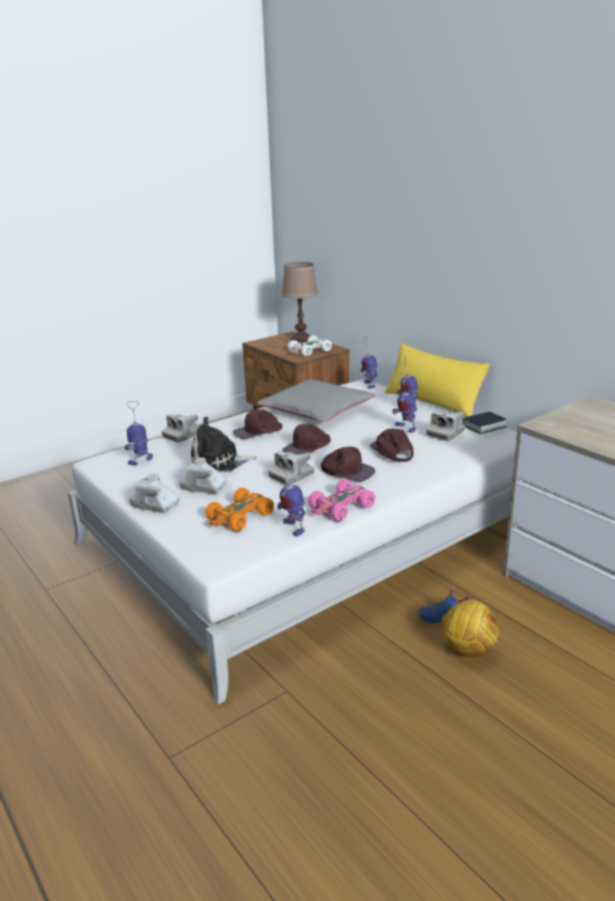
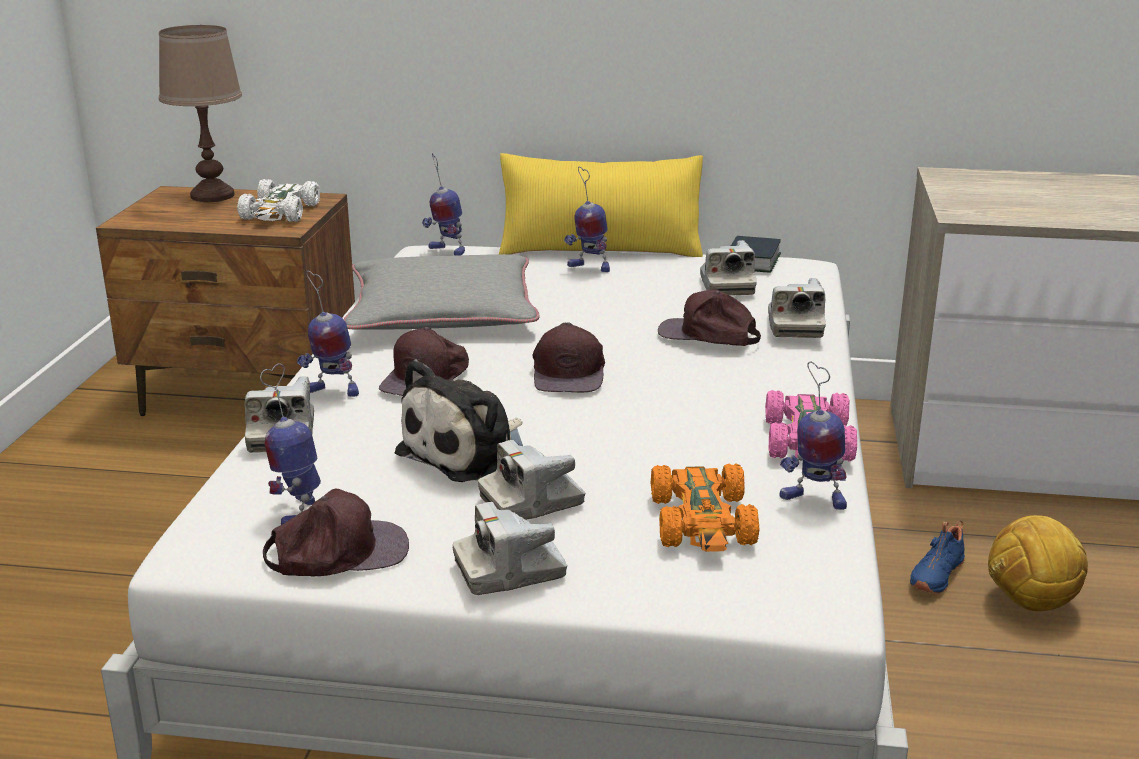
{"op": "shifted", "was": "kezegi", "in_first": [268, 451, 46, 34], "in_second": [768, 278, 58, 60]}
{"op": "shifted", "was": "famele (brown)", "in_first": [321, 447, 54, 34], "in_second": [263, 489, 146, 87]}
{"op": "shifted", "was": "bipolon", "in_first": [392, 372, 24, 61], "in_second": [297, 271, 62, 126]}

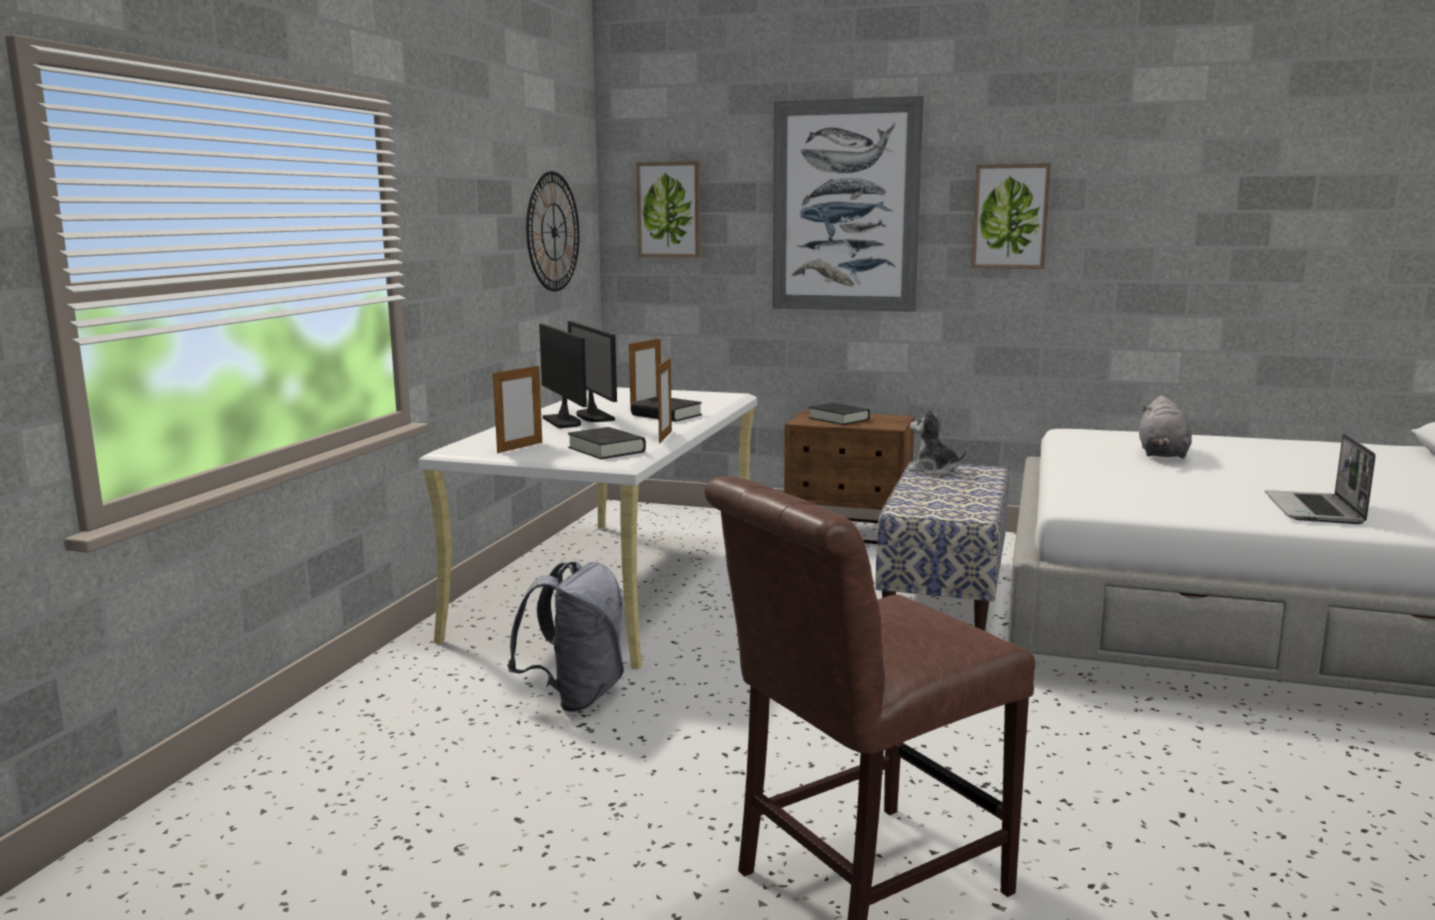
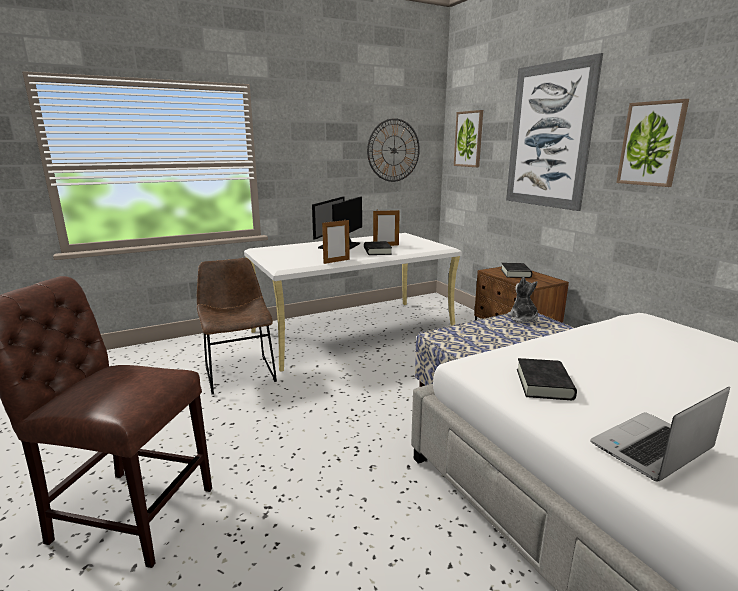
{"op": "gone", "was": "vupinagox", "in_first": [493, 364, 49, 89]}
{"op": "gone", "was": "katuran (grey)", "in_first": [1139, 395, 53, 64]}
{"op": "shifted", "was": "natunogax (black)", "in_first": [568, 427, 78, 32], "in_second": [517, 358, 60, 42]}
{"op": "swapped", "was": "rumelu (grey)", "now": "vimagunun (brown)", "in_first": [507, 561, 117, 151], "in_second": [197, 258, 80, 136]}

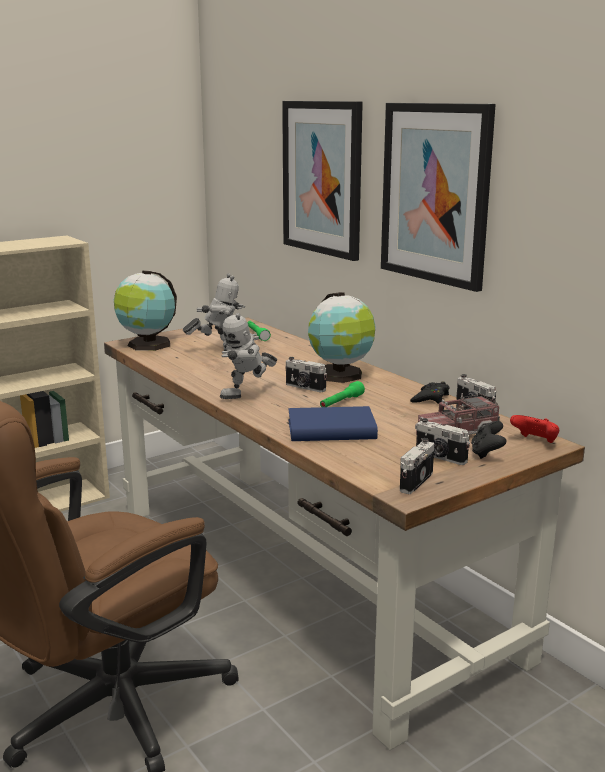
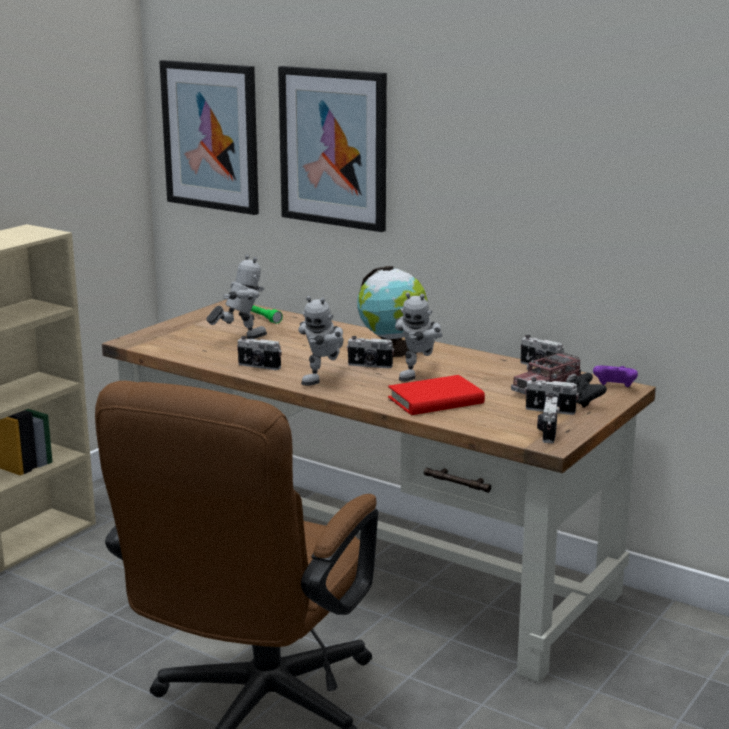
{"op": "gone", "was": "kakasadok", "in_first": [114, 270, 63, 81]}
{"op": "gone", "was": "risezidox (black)", "in_first": [410, 382, 39, 22]}
{"op": "new", "now": "kezegi", "in_second": [237, 336, 45, 34]}
{"op": "shifted", "was": "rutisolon", "in_first": [381, 103, 115, 189], "in_second": [159, 60, 100, 155]}
{"op": "swapped", "was": "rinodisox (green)", "now": "bipolon", "in_first": [320, 381, 45, 26], "in_second": [395, 292, 47, 89]}
{"op": "repainted", "was": "natunogax (blue)", "now": "natunogax (red)", "in_first": [288, 406, 90, 35], "in_second": [388, 375, 97, 40]}
{"op": "repainted", "was": "risezidox (red)", "now": "risezidox (purple)", "in_first": [510, 415, 49, 28], "in_second": [593, 366, 45, 21]}

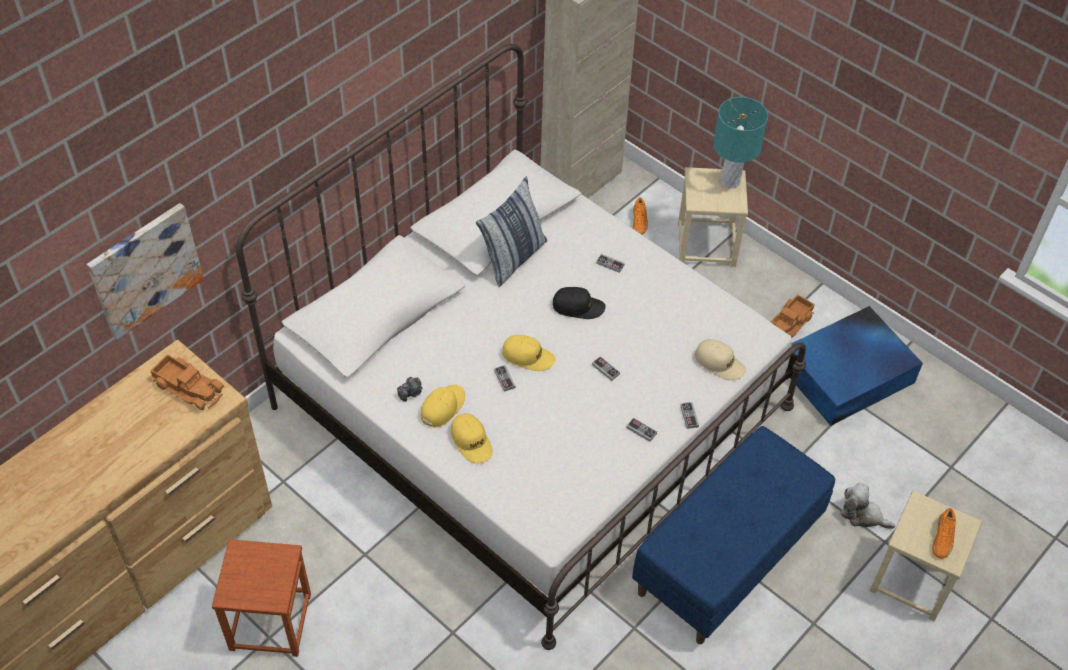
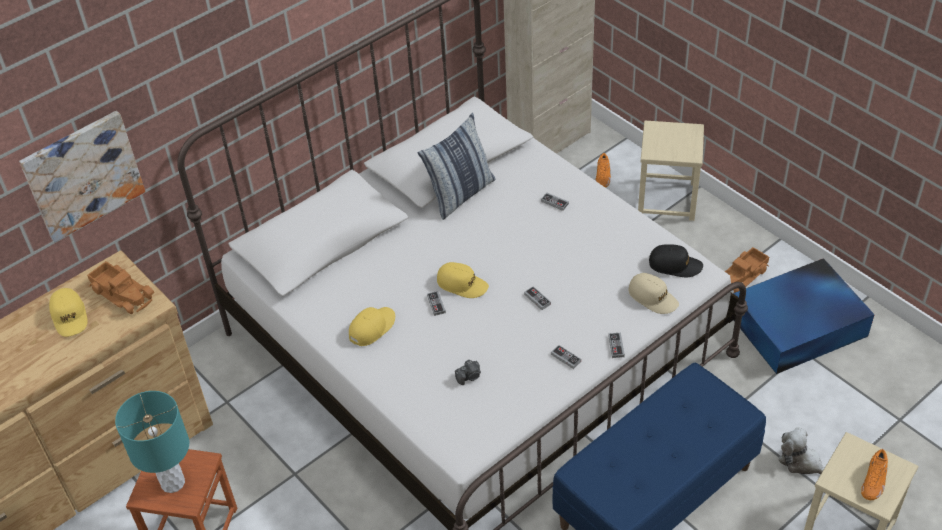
{"op": "shifted", "was": "kezegi", "in_first": [397, 377, 25, 25], "in_second": [455, 360, 26, 25]}
{"op": "shifted", "was": "famele (yellow)", "in_first": [451, 413, 42, 50], "in_second": [49, 288, 39, 49]}
{"op": "shifted", "was": "famele (black)", "in_first": [553, 287, 53, 32], "in_second": [649, 244, 54, 33]}
{"op": "shifted", "was": "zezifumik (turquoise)", "in_first": [713, 97, 55, 91], "in_second": [115, 391, 74, 102]}

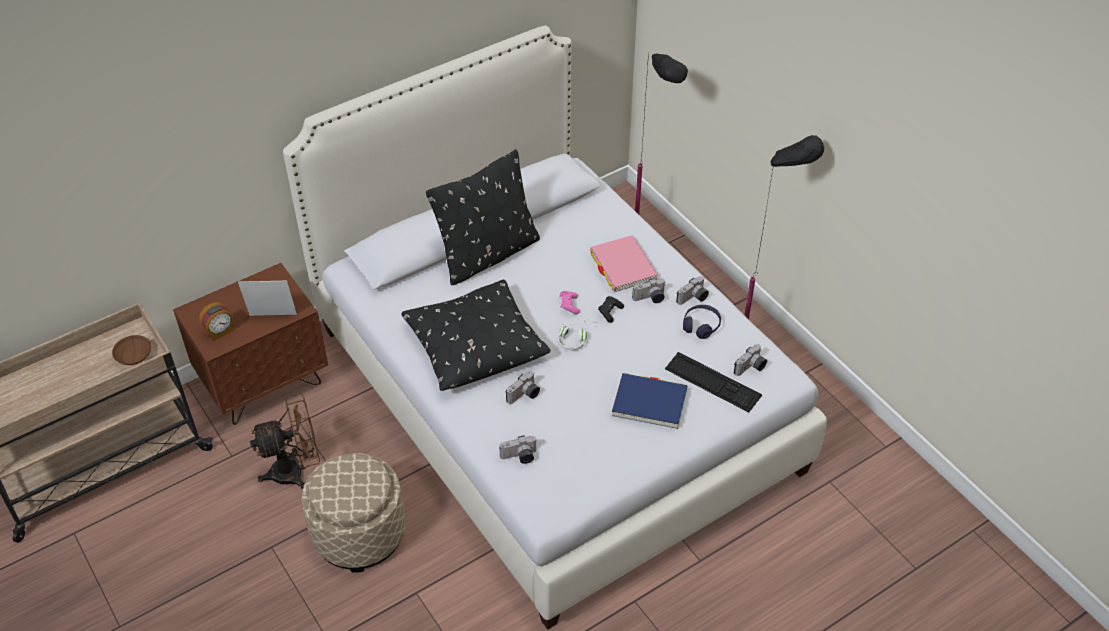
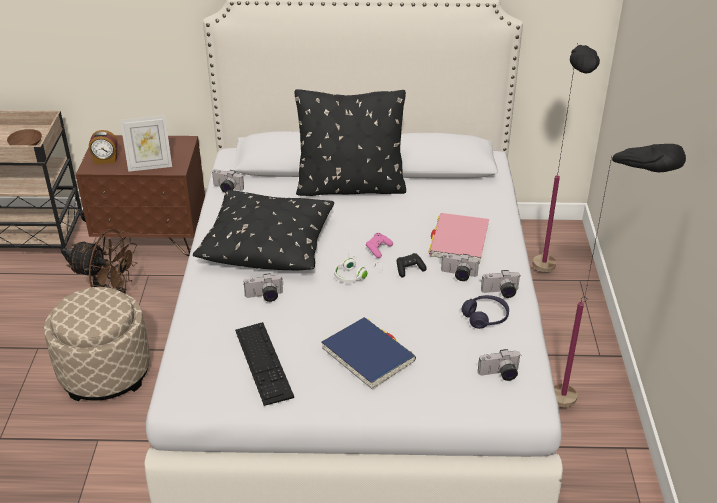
{"op": "shifted", "was": "kezegi", "in_first": [499, 435, 38, 29], "in_second": [212, 169, 32, 24]}
{"op": "shifted", "was": "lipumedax", "in_first": [665, 352, 97, 60], "in_second": [235, 322, 59, 84]}
{"op": "rotated", "was": "vupinagox", "in_first": [238, 281, 59, 35], "in_second": [120, 115, 52, 57], "clockwise": 135}

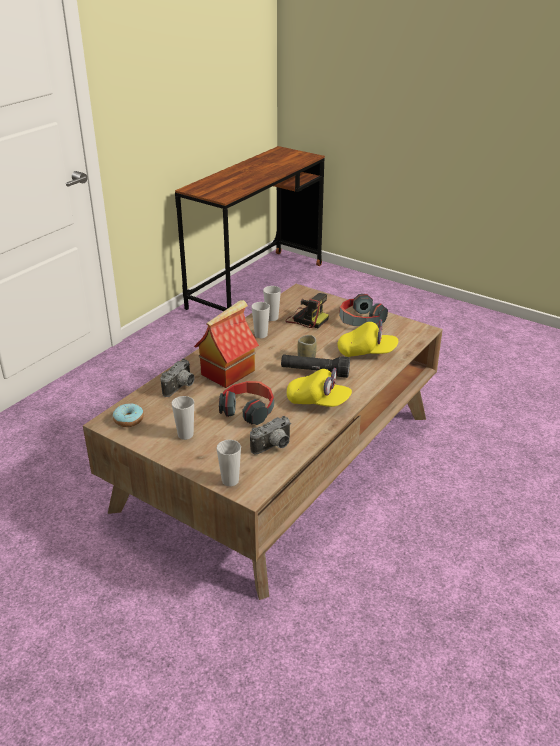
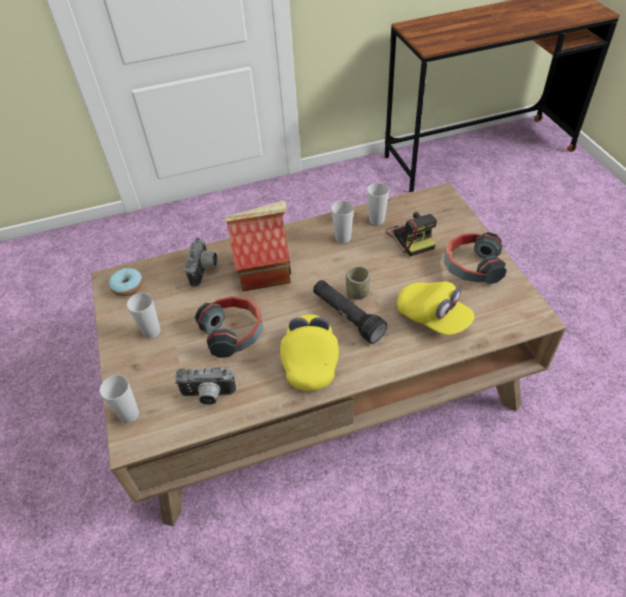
{"op": "rotated", "was": "kezegi", "in_first": [160, 359, 35, 38], "in_second": [185, 238, 32, 49], "clockwise": -60}
{"op": "rotated", "was": "famele (yellow)", "in_first": [287, 368, 65, 39], "in_second": [280, 314, 59, 77], "clockwise": -150}

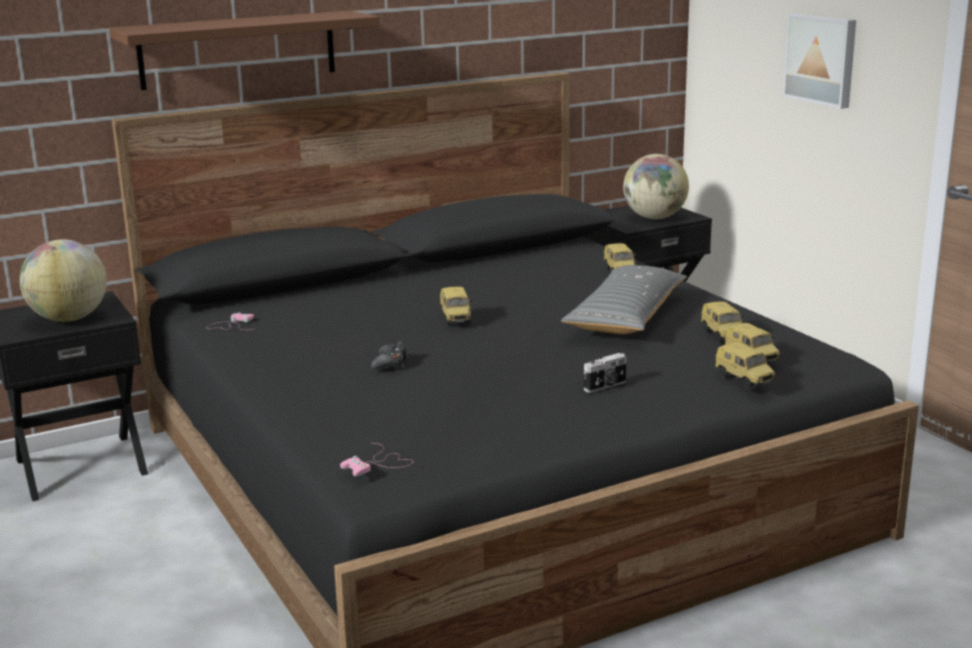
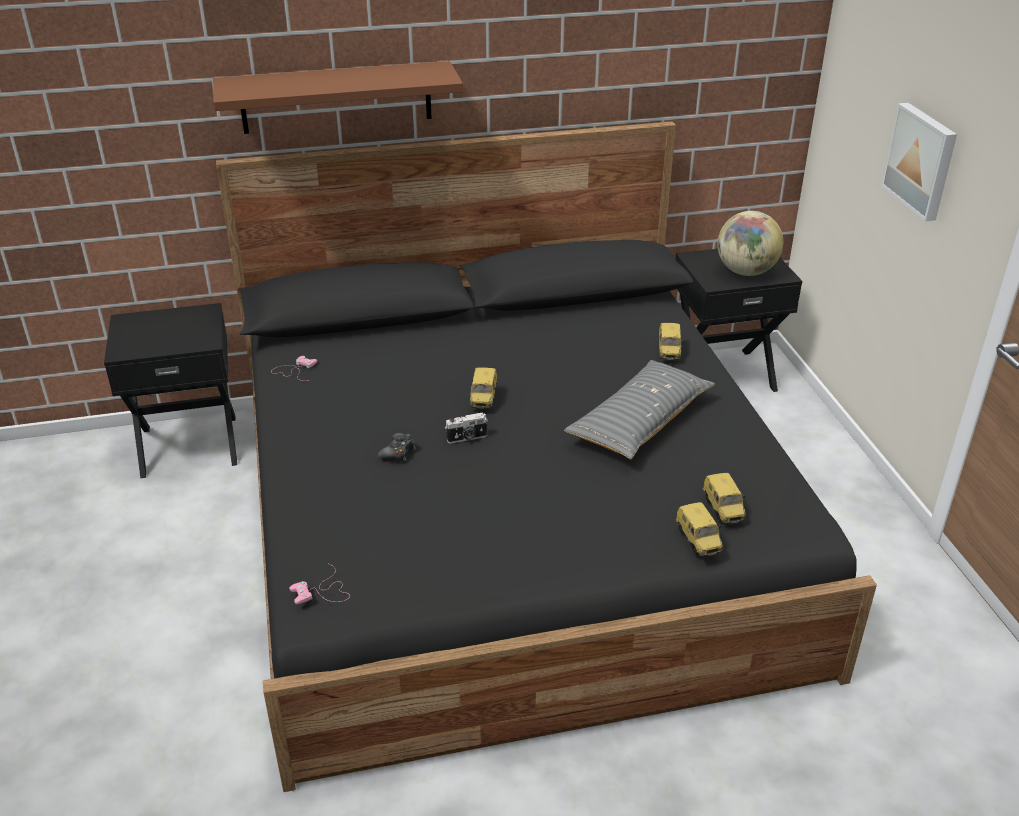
{"op": "gone", "was": "kakasadok", "in_first": [19, 239, 88, 83]}
{"op": "gone", "was": "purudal", "in_first": [700, 301, 43, 42]}
{"op": "shifted", "was": "kezegi", "in_first": [584, 353, 43, 40], "in_second": [445, 413, 43, 30]}

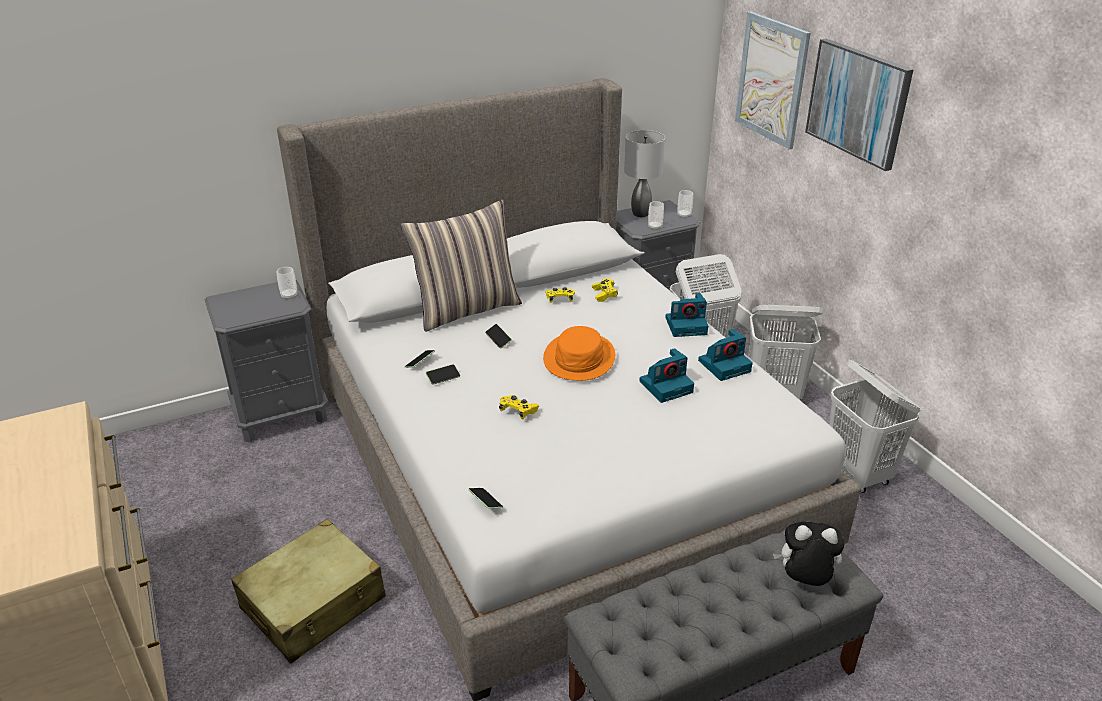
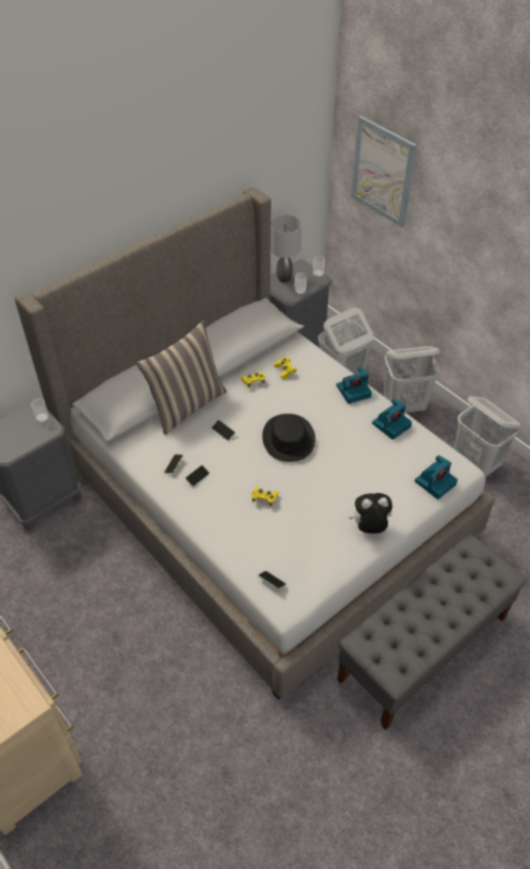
{"op": "gone", "was": "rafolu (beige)", "in_first": [231, 519, 155, 144]}
{"op": "gone", "was": "rutisolon", "in_first": [805, 39, 108, 132]}
{"op": "shifted", "was": "kezegi", "in_first": [639, 348, 55, 55], "in_second": [415, 455, 43, 44]}
{"op": "shifted", "was": "katuran", "in_first": [773, 522, 71, 64], "in_second": [349, 493, 44, 41]}
{"op": "repainted", "was": "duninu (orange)", "now": "duninu (black)", "in_first": [543, 326, 72, 55], "in_second": [262, 414, 53, 48]}

